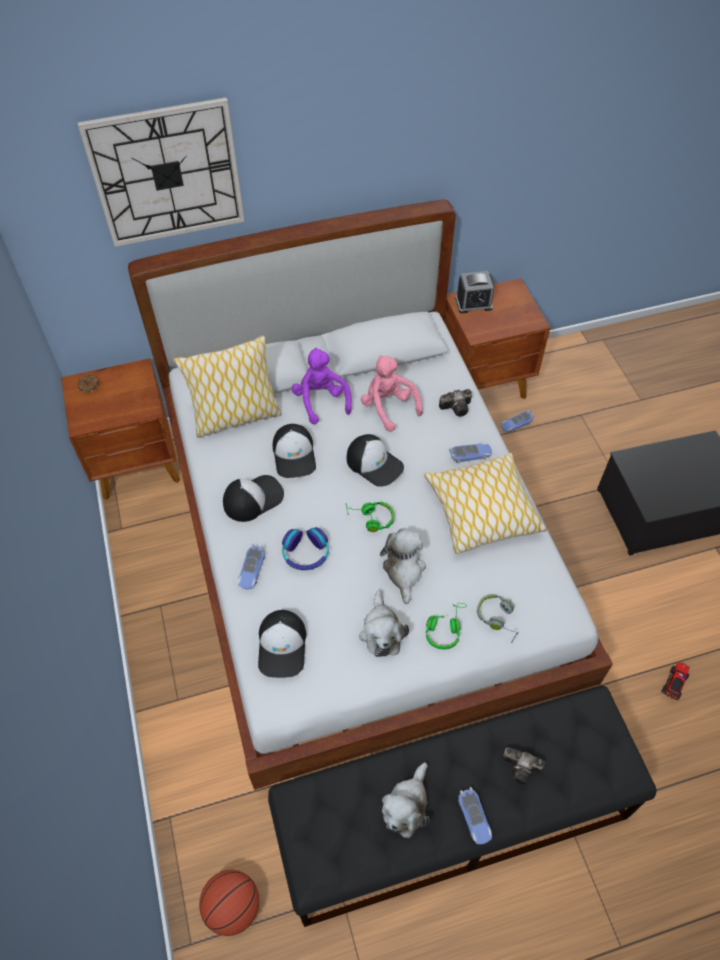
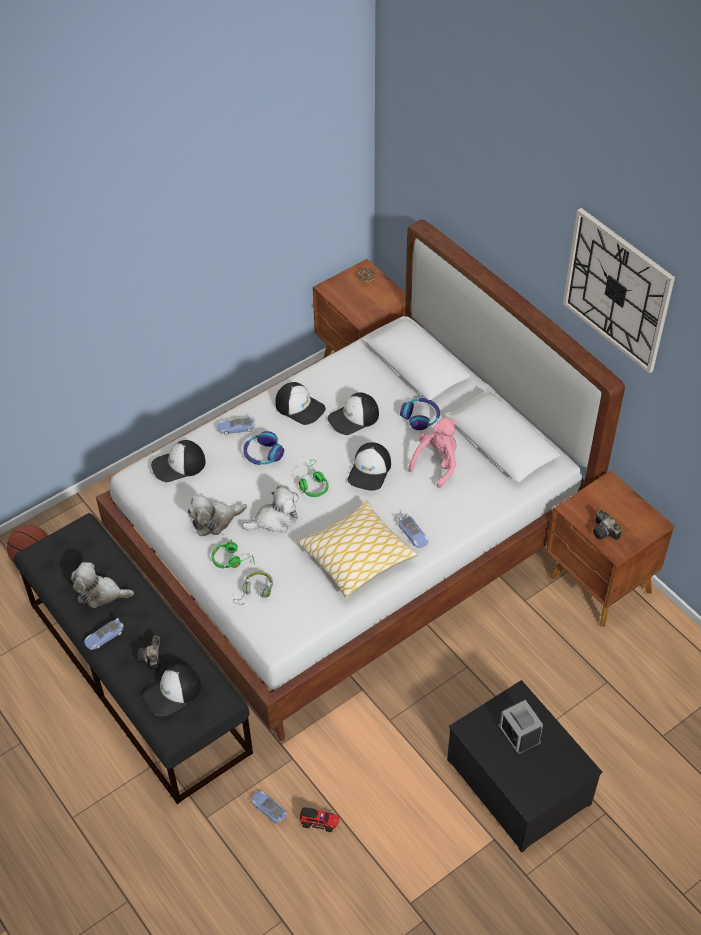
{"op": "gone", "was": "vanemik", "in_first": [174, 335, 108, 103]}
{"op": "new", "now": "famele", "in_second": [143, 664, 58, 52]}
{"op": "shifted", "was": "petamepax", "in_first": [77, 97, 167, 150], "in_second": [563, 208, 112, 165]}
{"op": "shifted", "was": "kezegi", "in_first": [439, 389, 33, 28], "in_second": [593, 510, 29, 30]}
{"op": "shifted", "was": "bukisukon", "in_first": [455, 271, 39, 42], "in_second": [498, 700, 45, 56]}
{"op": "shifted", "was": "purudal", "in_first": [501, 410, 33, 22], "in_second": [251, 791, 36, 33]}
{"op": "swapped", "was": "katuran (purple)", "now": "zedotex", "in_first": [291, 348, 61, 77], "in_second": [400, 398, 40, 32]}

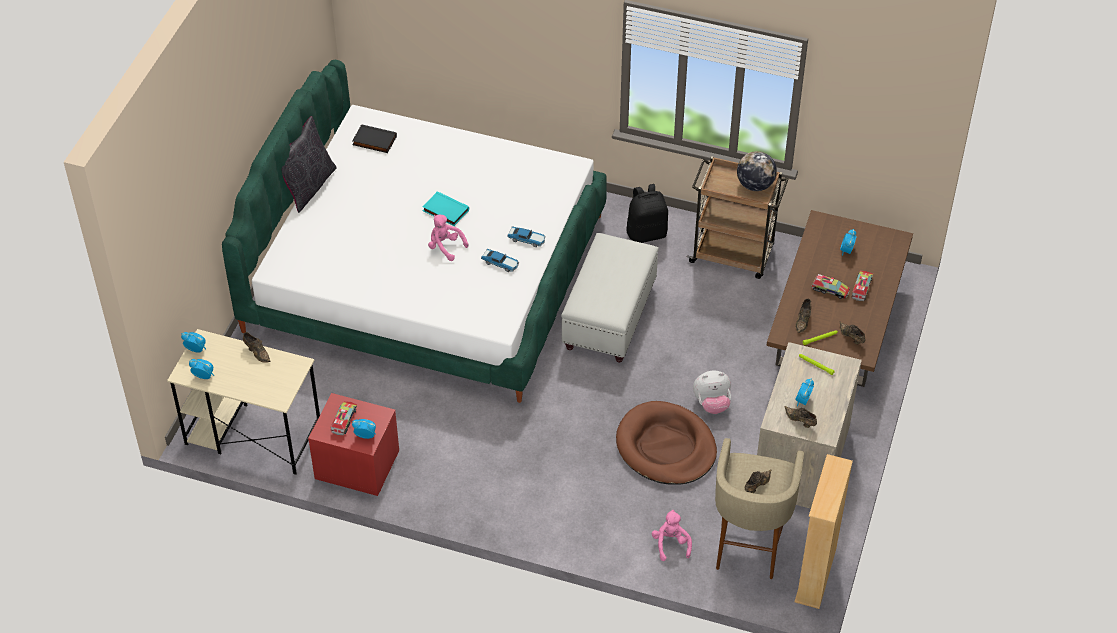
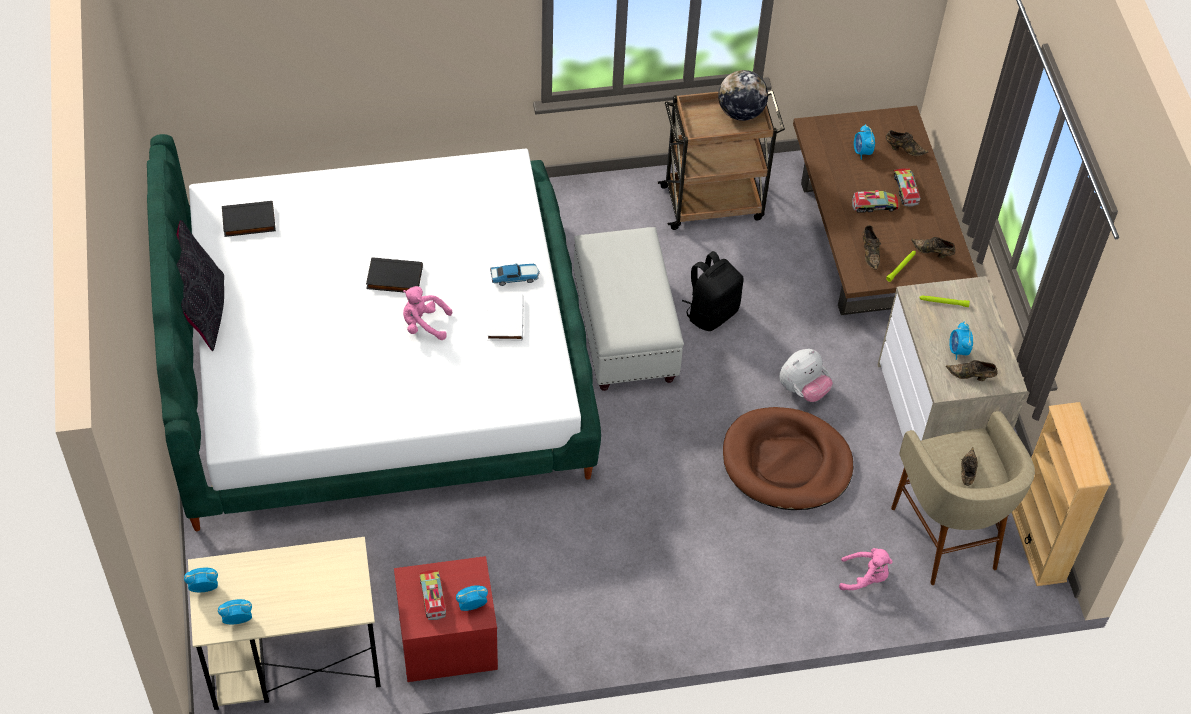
{"op": "shifted", "was": "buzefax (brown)", "in_first": [243, 332, 27, 31], "in_second": [886, 130, 43, 26]}
{"op": "shifted", "was": "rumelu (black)", "in_first": [627, 184, 41, 59], "in_second": [682, 251, 62, 80]}
{"op": "swapped", "was": "purudal", "now": "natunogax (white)", "in_first": [481, 249, 38, 23], "in_second": [487, 294, 37, 47]}
{"op": "repainted", "was": "natunogax (turquoise)", "now": "natunogax (black)", "in_first": [422, 191, 47, 35], "in_second": [366, 257, 57, 35]}
{"op": "rotated", "was": "katuran (pink)", "in_first": [652, 510, 40, 51], "in_second": [839, 548, 54, 42], "clockwise": 135}

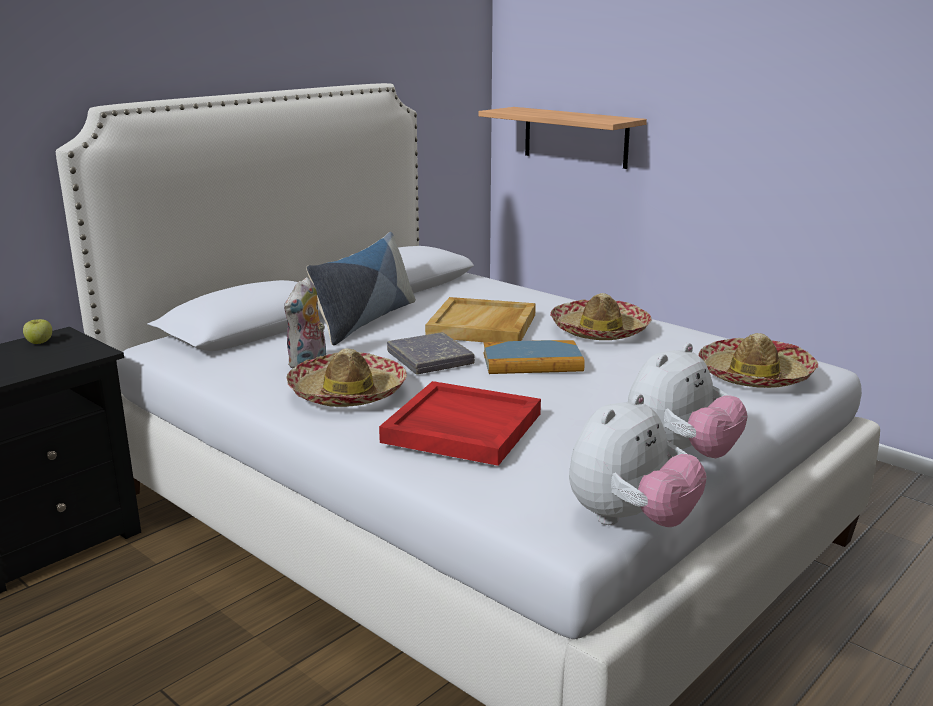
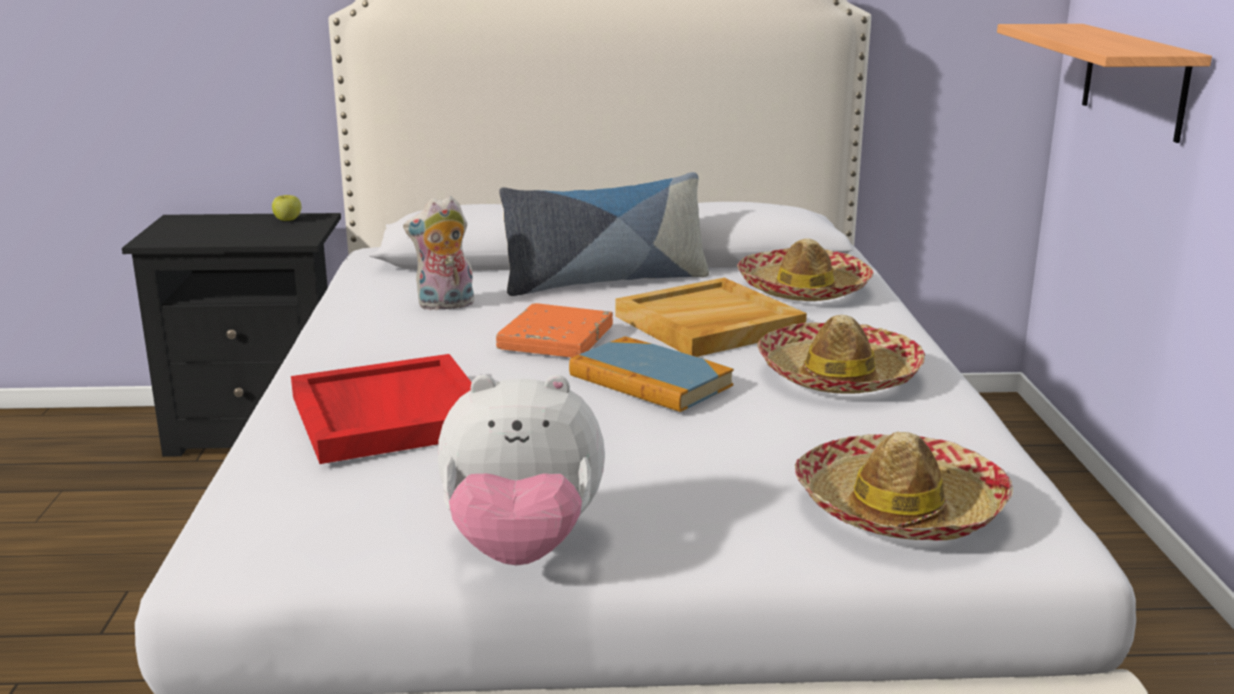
{"op": "gone", "was": "katuran", "in_first": [569, 393, 138, 134]}
{"op": "shifted", "was": "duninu", "in_first": [286, 348, 121, 59], "in_second": [737, 238, 136, 63]}
{"op": "repainted", "was": "natunogax (grey)", "now": "natunogax (orange)", "in_first": [387, 332, 88, 42], "in_second": [496, 303, 117, 54]}

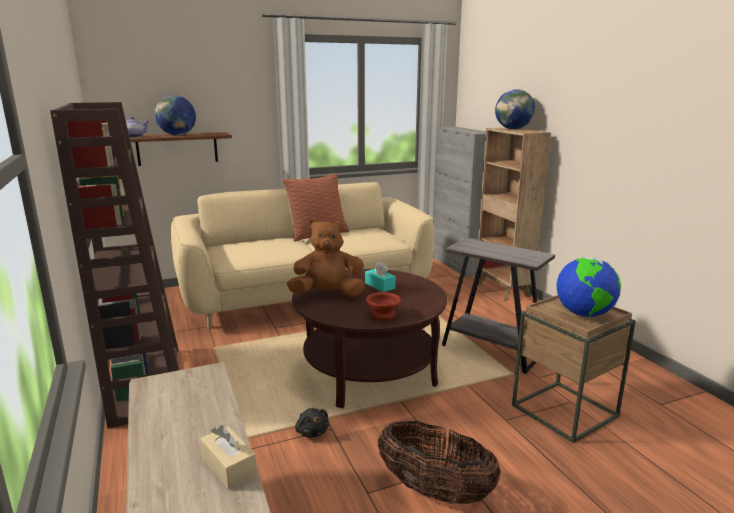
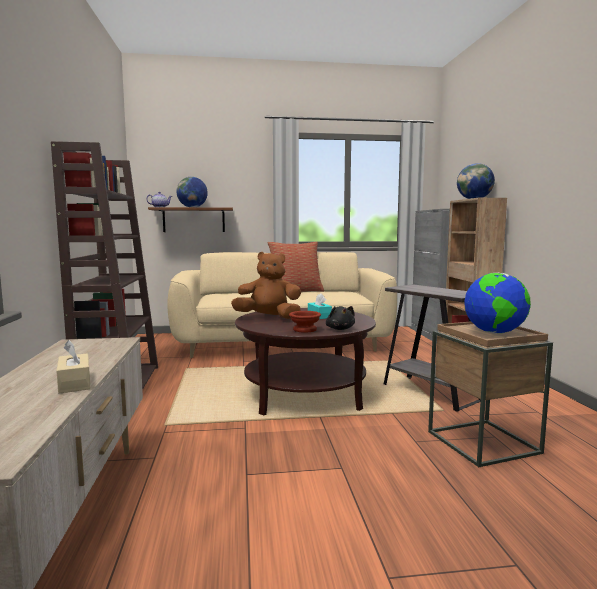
{"op": "gone", "was": "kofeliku", "in_first": [378, 421, 123, 83]}
{"op": "shifted", "was": "katuran (black)", "in_first": [295, 408, 34, 29], "in_second": [326, 306, 29, 24]}

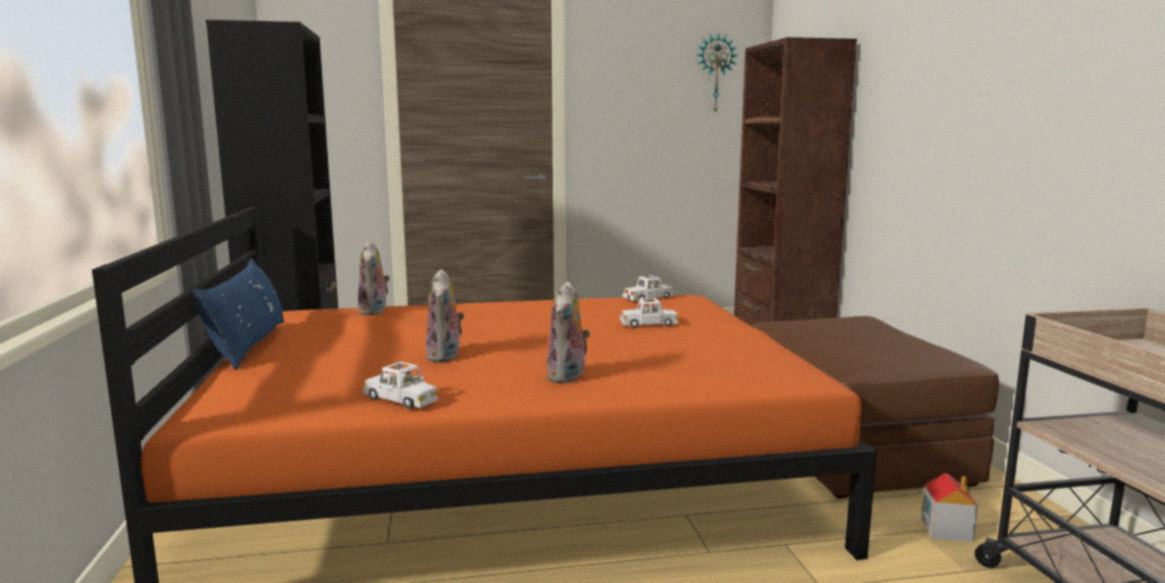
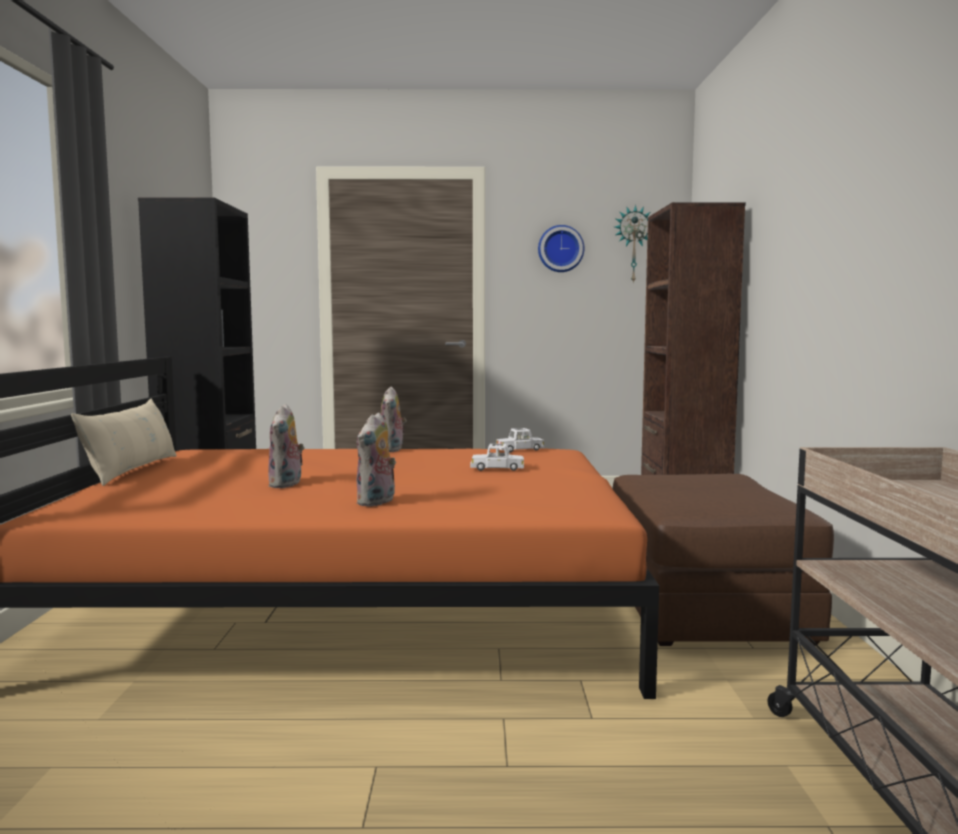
{"op": "gone", "was": "purudal (white)", "in_first": [363, 362, 75, 47]}
{"op": "gone", "was": "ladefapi", "in_first": [922, 472, 56, 70]}
{"op": "new", "now": "petamepax", "in_second": [538, 225, 46, 47]}
{"op": "shifted", "was": "katuran", "in_first": [358, 240, 32, 75], "in_second": [381, 386, 26, 66]}
{"op": "repainted", "was": "vanemik (blue)", "now": "vanemik (beige)", "in_first": [193, 259, 91, 111], "in_second": [71, 399, 106, 87]}

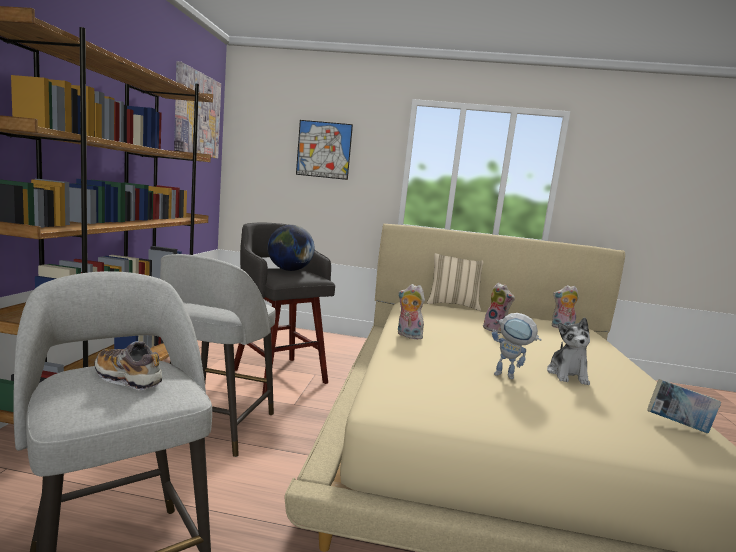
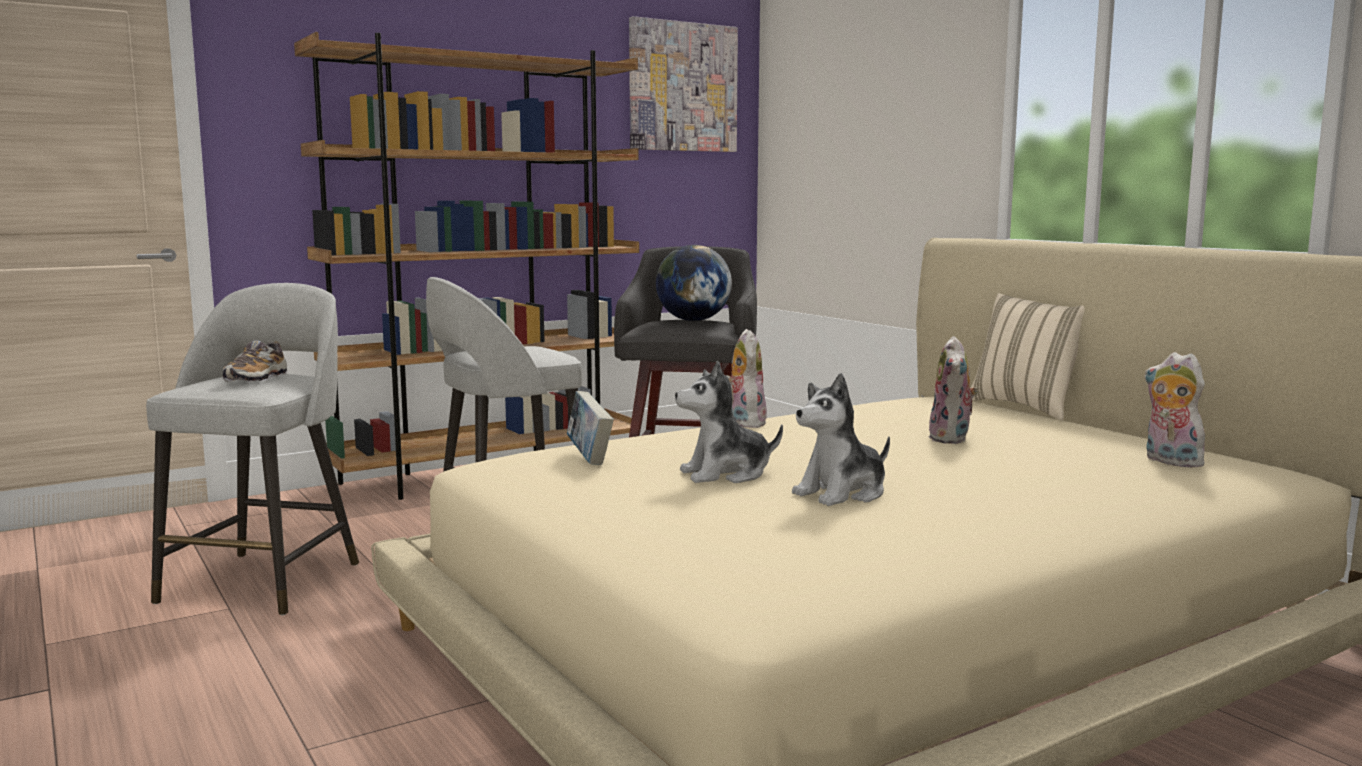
{"op": "gone", "was": "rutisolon", "in_first": [296, 120, 57, 60]}
{"op": "shifted", "was": "natunogax", "in_first": [647, 379, 74, 54], "in_second": [567, 391, 47, 74]}
{"op": "swapped", "was": "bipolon", "now": "katuran", "in_first": [492, 313, 49, 66], "in_second": [675, 361, 108, 122]}
{"op": "rotated", "was": "buzefax", "in_first": [95, 341, 67, 49], "in_second": [223, 340, 65, 42], "clockwise": -150}

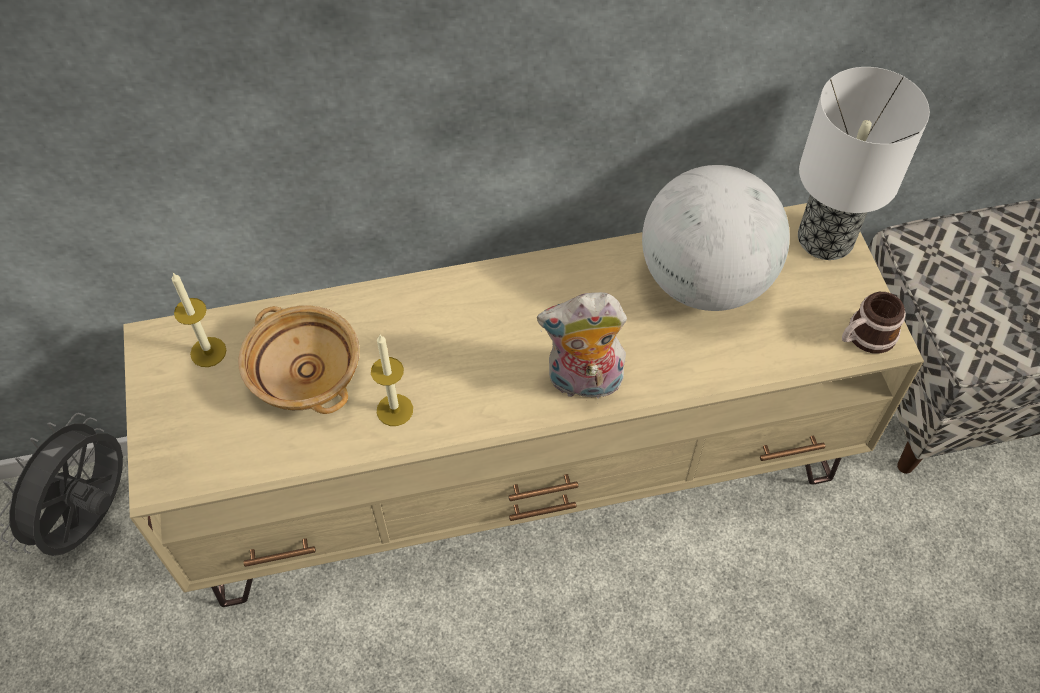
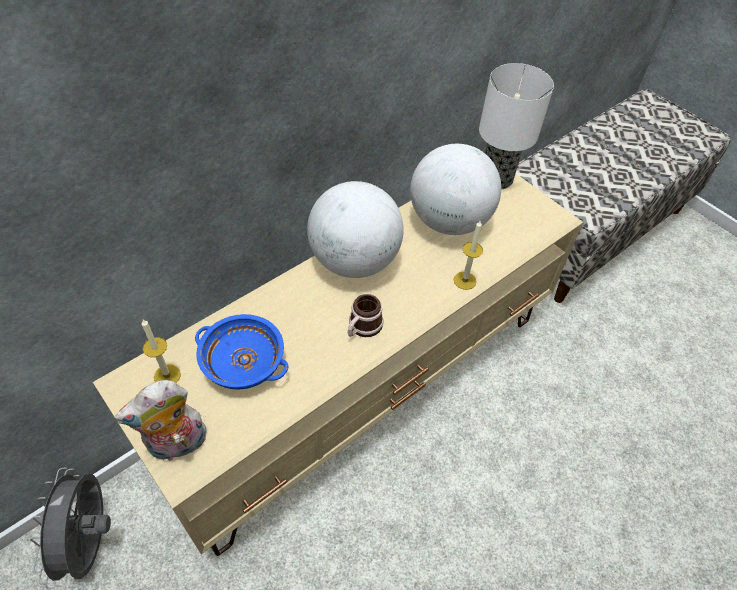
{"op": "new", "now": "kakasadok", "in_second": [307, 181, 97, 97]}
{"op": "shifted", "was": "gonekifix", "in_first": [371, 335, 42, 91], "in_second": [454, 221, 29, 69]}
{"op": "shifted", "was": "katuran", "in_first": [537, 292, 90, 112], "in_second": [115, 380, 91, 81]}
{"op": "shifted", "was": "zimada", "in_first": [842, 292, 64, 62], "in_second": [348, 294, 36, 43]}
{"op": "repainted", "was": "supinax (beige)", "now": "supinax (blue)", "in_first": [238, 305, 122, 109], "in_second": [195, 314, 93, 76]}

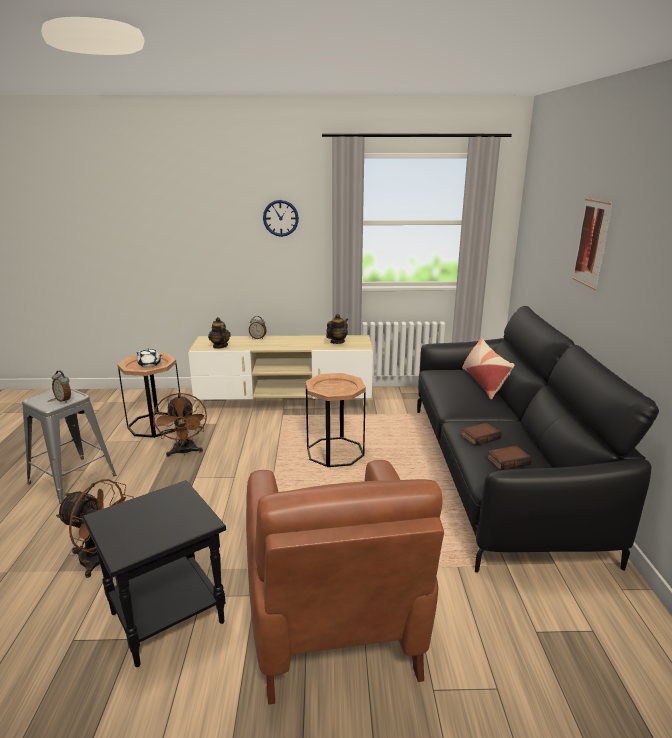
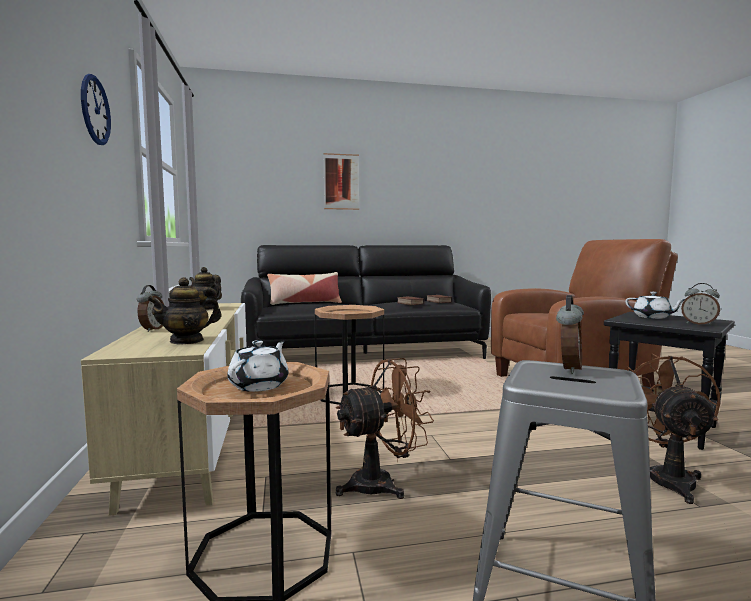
{"op": "new", "now": "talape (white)", "in_second": [625, 292, 60, 27]}
{"op": "new", "now": "bukisukon", "in_second": [681, 283, 39, 43]}

